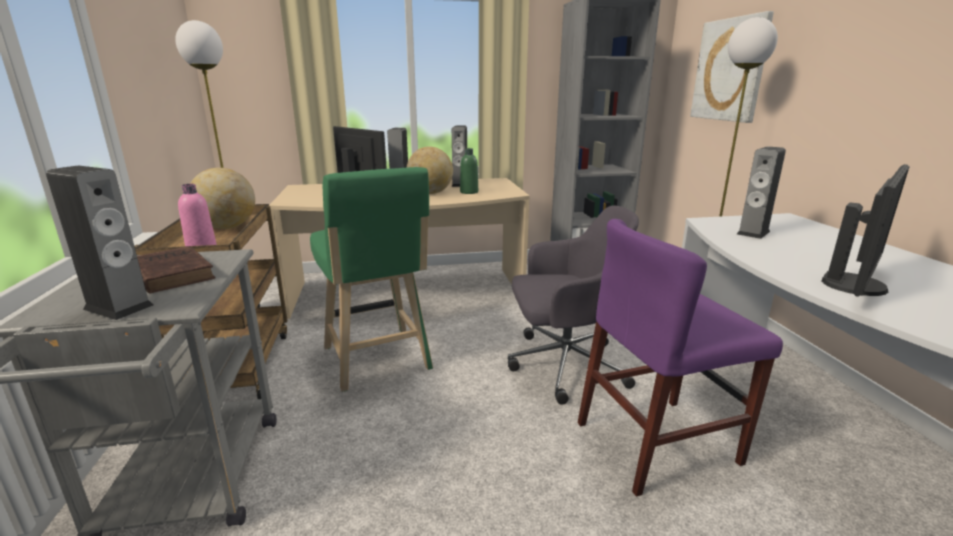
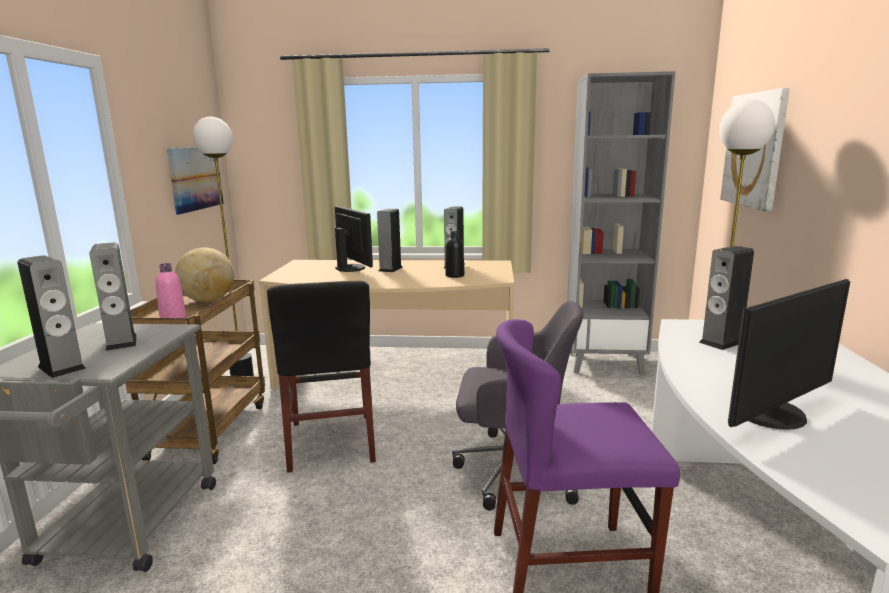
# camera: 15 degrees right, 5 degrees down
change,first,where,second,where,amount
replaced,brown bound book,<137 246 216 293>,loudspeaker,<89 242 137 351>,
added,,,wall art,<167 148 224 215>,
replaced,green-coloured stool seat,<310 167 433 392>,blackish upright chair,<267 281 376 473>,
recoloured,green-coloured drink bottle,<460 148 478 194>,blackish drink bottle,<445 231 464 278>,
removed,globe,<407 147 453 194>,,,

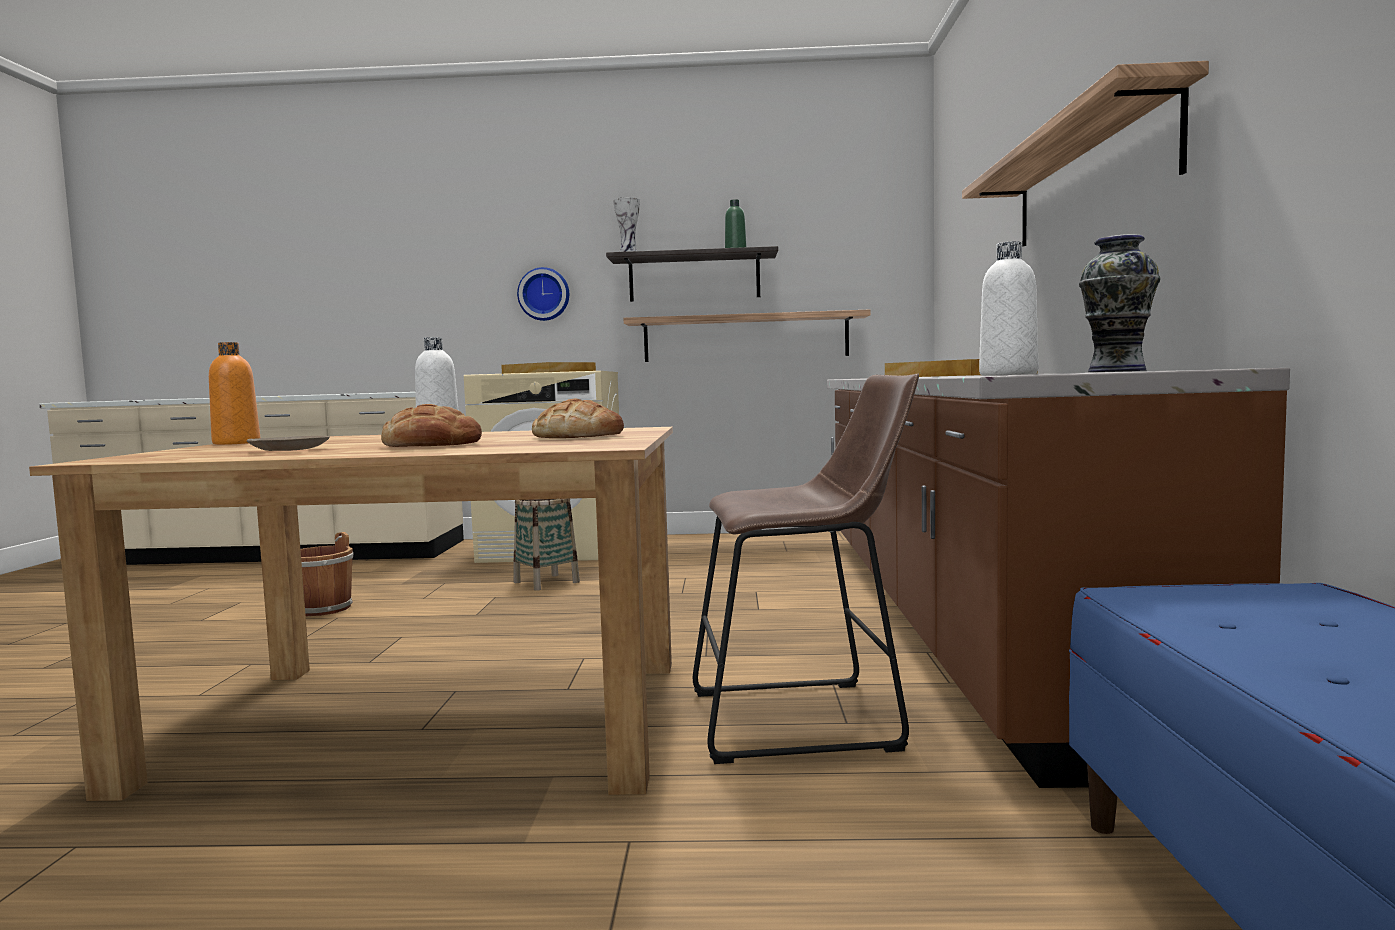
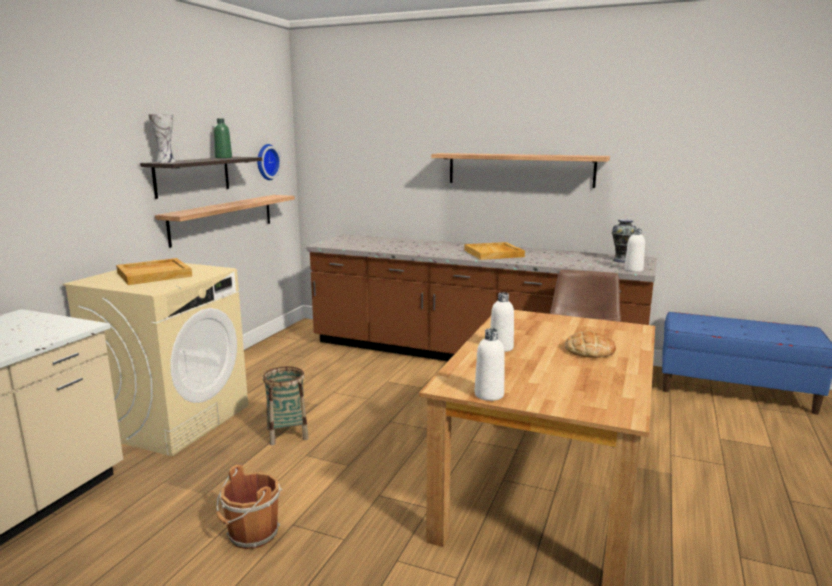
# camera: 70 degrees left, 10 degrees up
change,first,where,second,where,amount
moved,hanging clock,<517 267 569 321>,,<257 144 281 180>,
recoloured,orange-coloured drink bottle,<209 342 260 445>,white drink bottle,<475 328 505 401>,
removed,beige plate,<247 436 330 451>,,,
removed,bread,<532 399 624 438>,,,

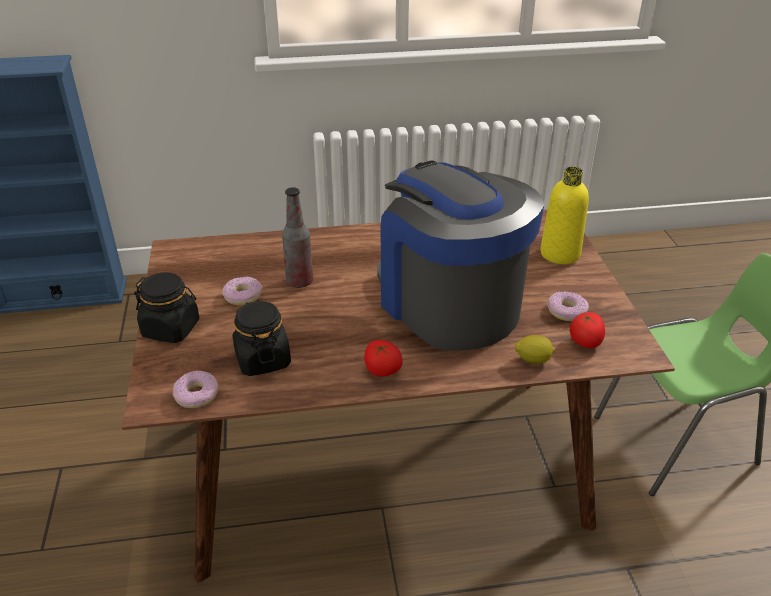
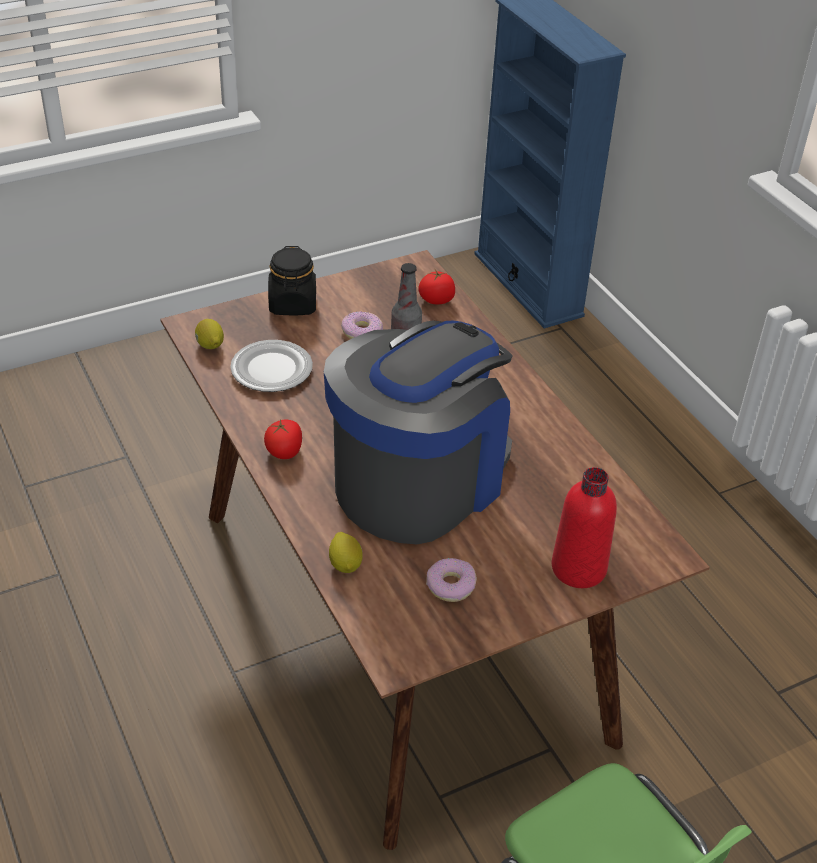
# camera: 70 degrees right, 5 degrees up
change,first,where,second,where,amount
replaced,ring doughnut,<173 371 219 408>,lemon,<195 319 224 349>,
replaced,blackish storage jar,<232 300 291 376>,plate,<230 340 313 392>,
moved,whole tomato,<570 312 605 348>,,<418 270 455 304>,
recoloured,yellow drink bottle,<540 167 589 264>,reddish drink bottle,<552 467 617 588>,

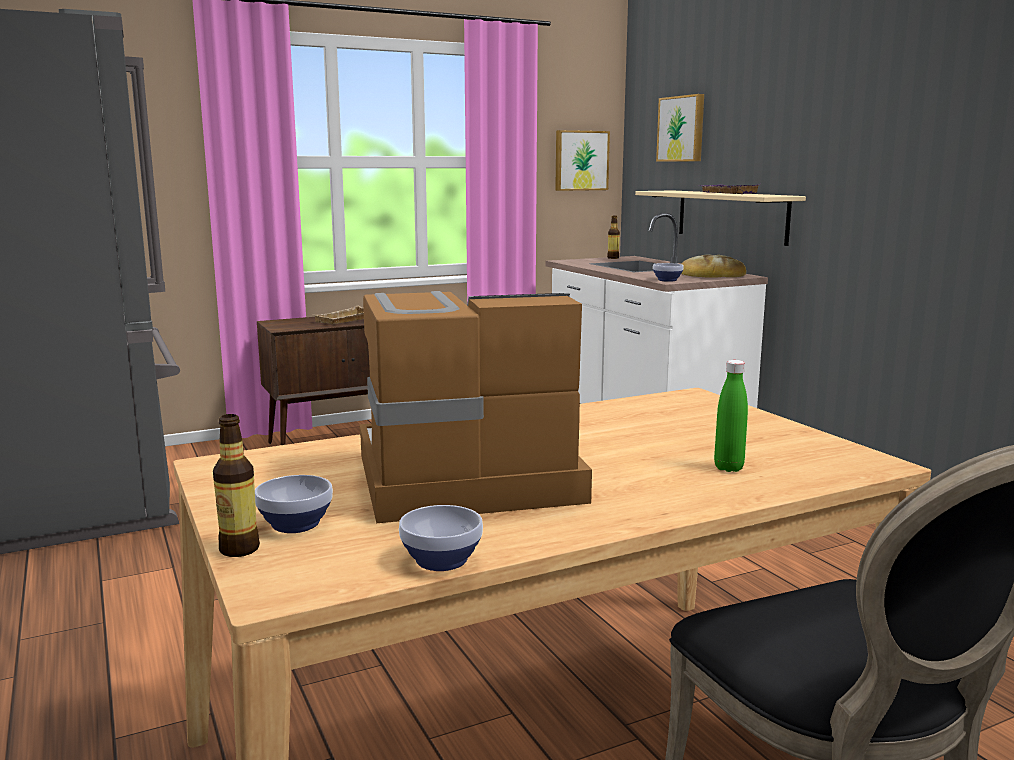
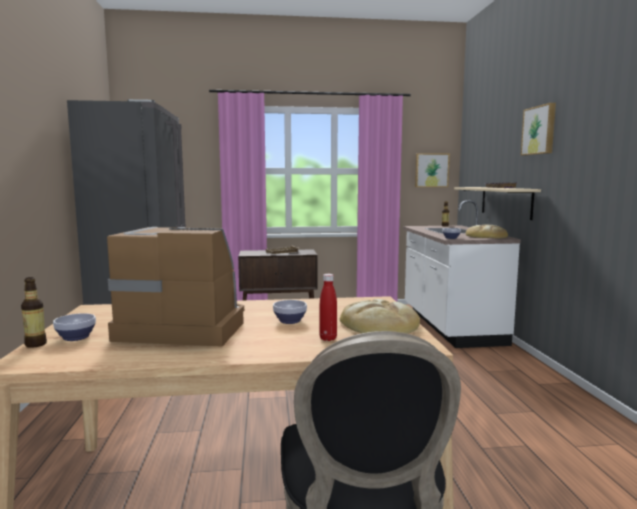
# camera: 20 degrees right, 5 degrees down
change,first,where,second,where,amount
moved,serving bowl,<399 505 483 571>,,<273 300 307 324>,
recoloured,green-coloured drink bottle,<714 360 748 472>,reddish drink bottle,<319 274 337 341>,
added,,,bread,<340 299 420 333>,
moved,wall art,<656 94 704 162>,,<521 103 556 156>,

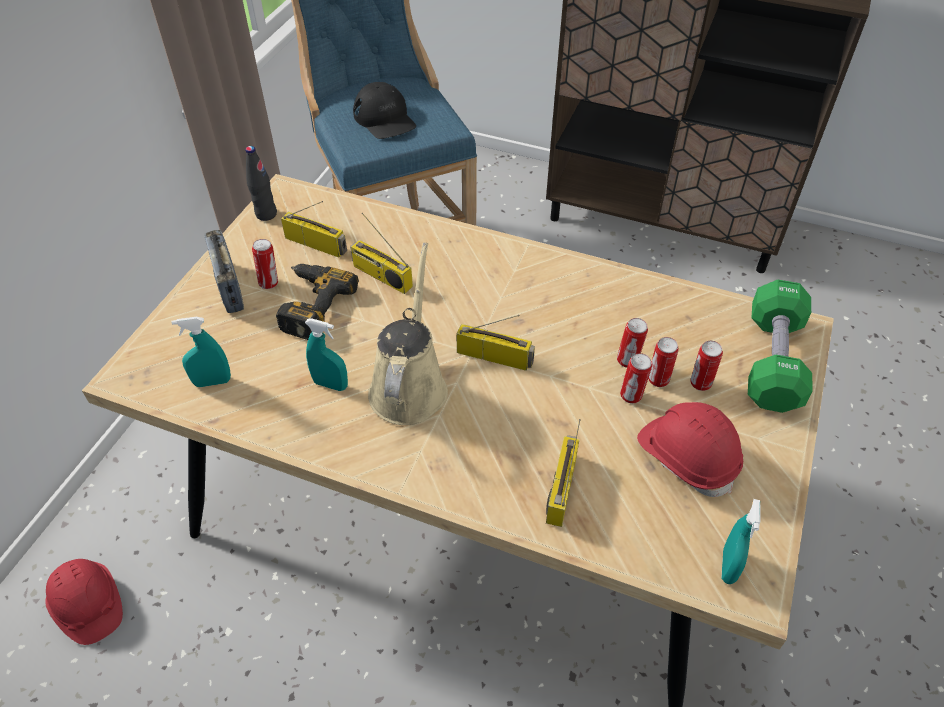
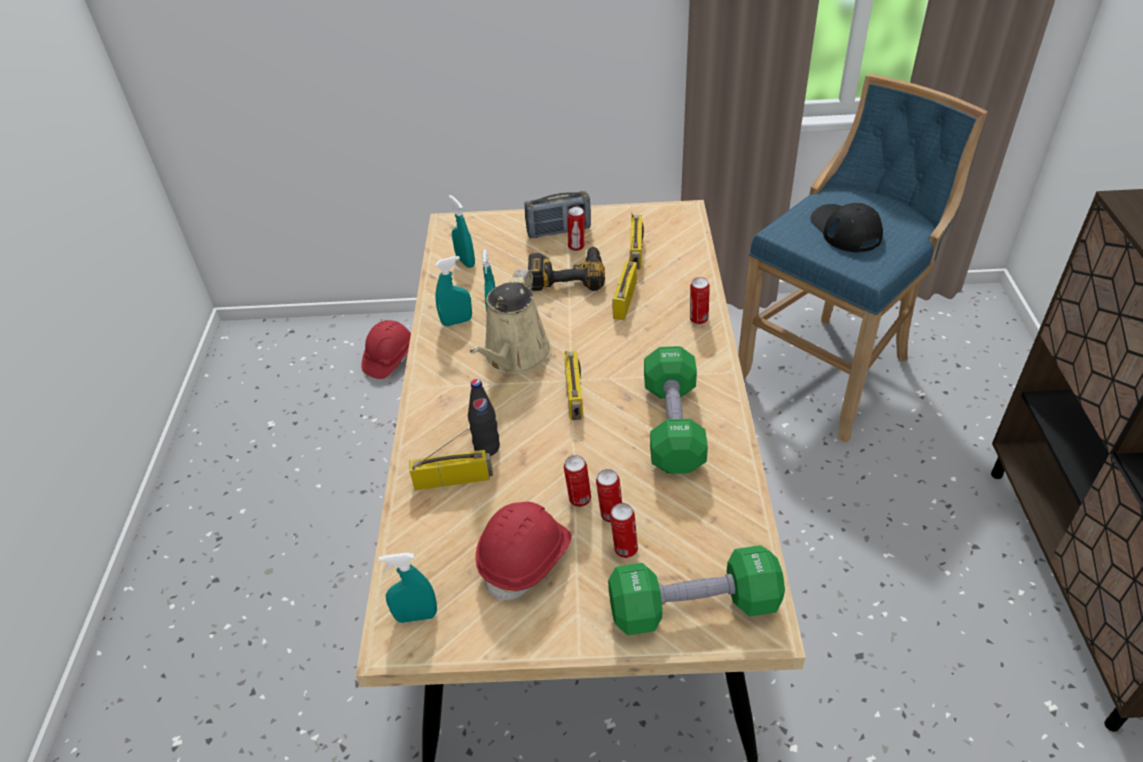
# camera: 70 degrees right, 5 degrees down
change,first,where,second,where,amount
added,,,turquoise-coloured sprayer,<435 256 472 326>,
moved,blackish drink bottle,<245 146 277 221>,,<468 379 500 456>,
turned,beige watering pot,<368 243 448 425>,,<470 269 552 375>,120 degrees clockwise
turned,radio,<204 230 244 313>,,<525 191 591 238>,150 degrees counterclockwise
added,,,green-coloured hand weight,<644 346 708 474>,
moved,sealed can,<617 318 648 368>,,<690 277 710 324>,
turned,blackish peaked cap,<353 82 416 139>,,<810 203 883 253>,120 degrees clockwise

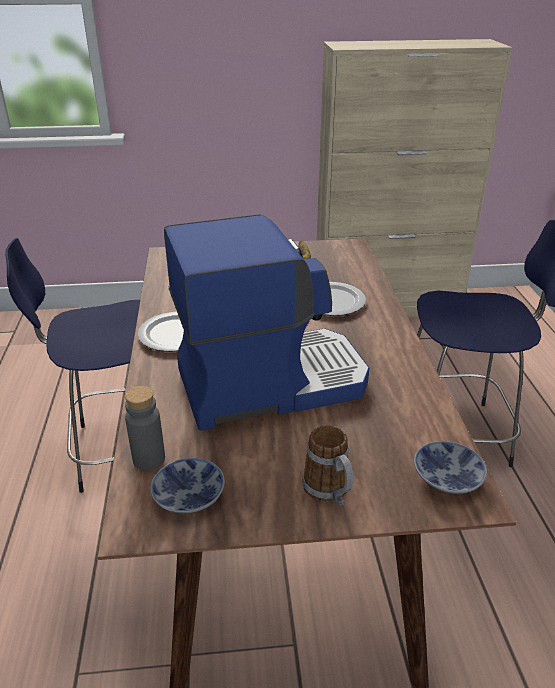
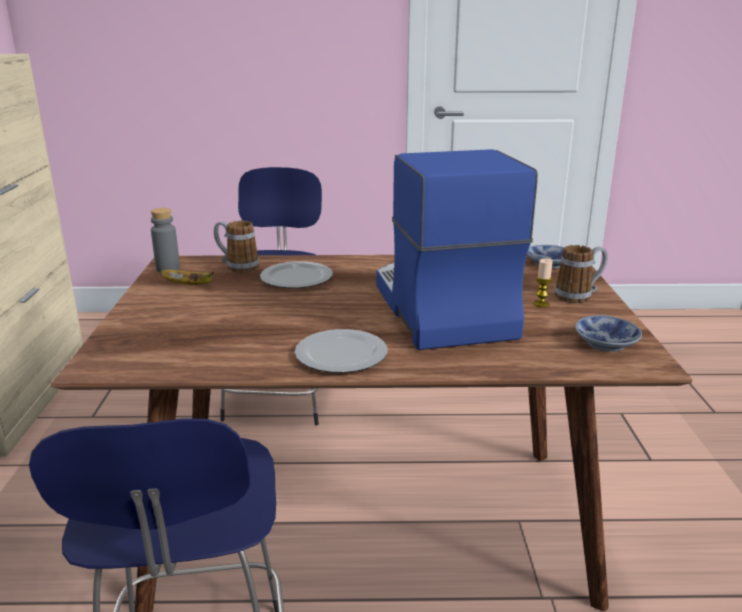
# camera: 85 degrees left, 10 degrees down
change,first,where,second,where,amount
moved,grey drink bottle,<125 386 165 470>,,<151 208 180 272>,
added,,,mug,<214 221 259 273>,
added,,,wax candle,<533 259 553 307>,

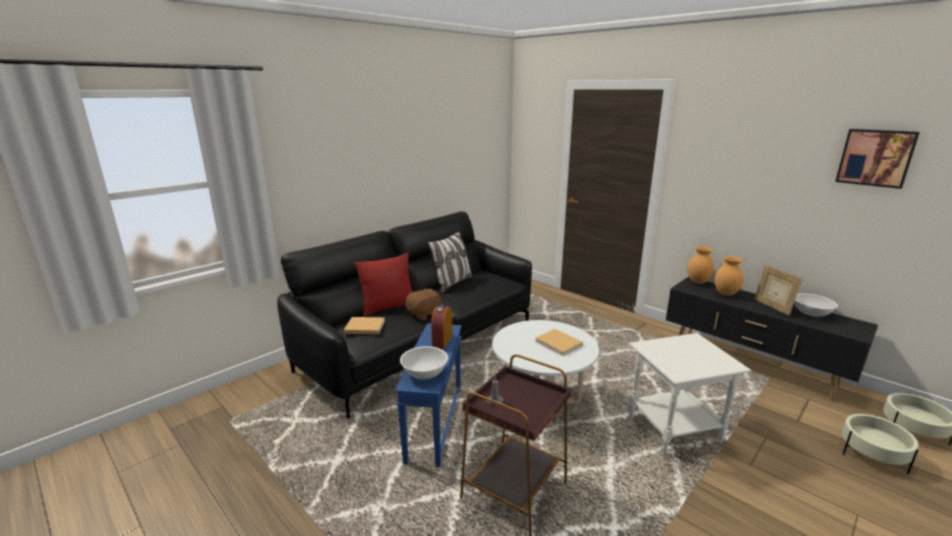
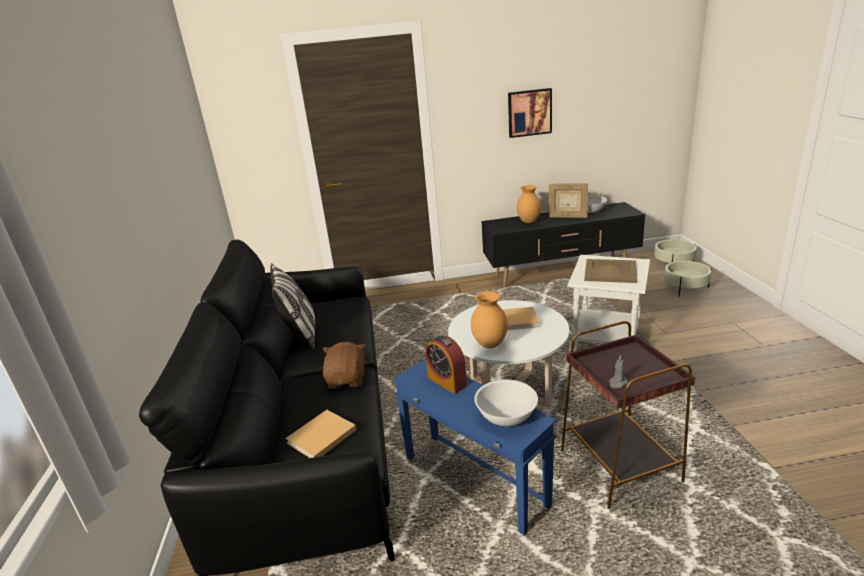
# camera: 50 degrees left, 5 degrees up
change,first,where,second,where,amount
moved,brown vase,<687 246 714 284>,,<471 291 508 348>,
moved,wall art,<835 129 920 189>,,<508 88 552 138>,
added,,,beige serving tray,<584 259 637 283>,
removed,reddish cushion,<354 253 413 316>,,,

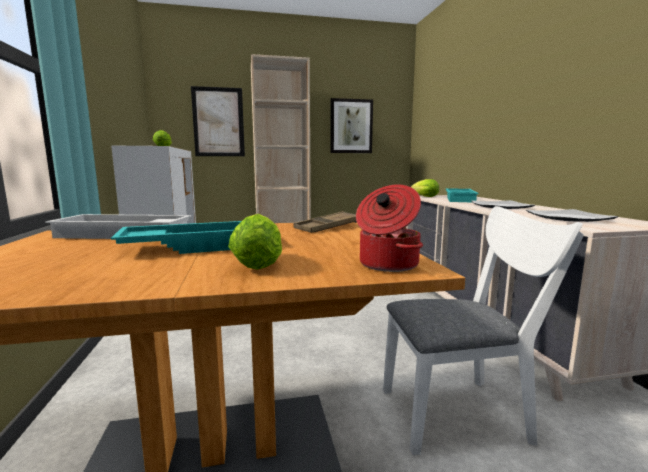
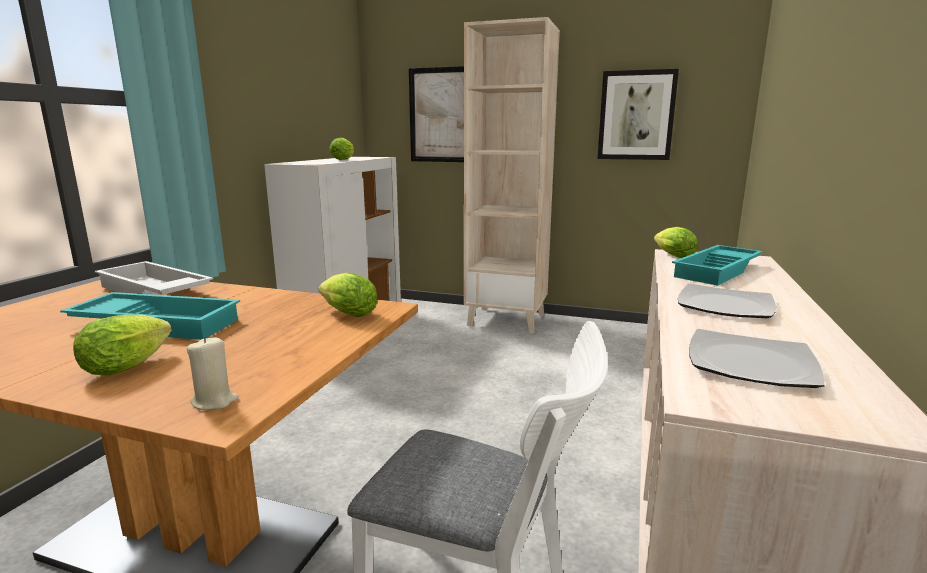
# camera: 30 degrees right, 5 degrees up
change,first,where,second,where,amount
replaced,saucepot,<356 184 423 272>,beige wax candle,<187 336 239 410>,
replaced,brown serving tray,<293 211 357 233>,head of lettuce,<318 273 378 317>,

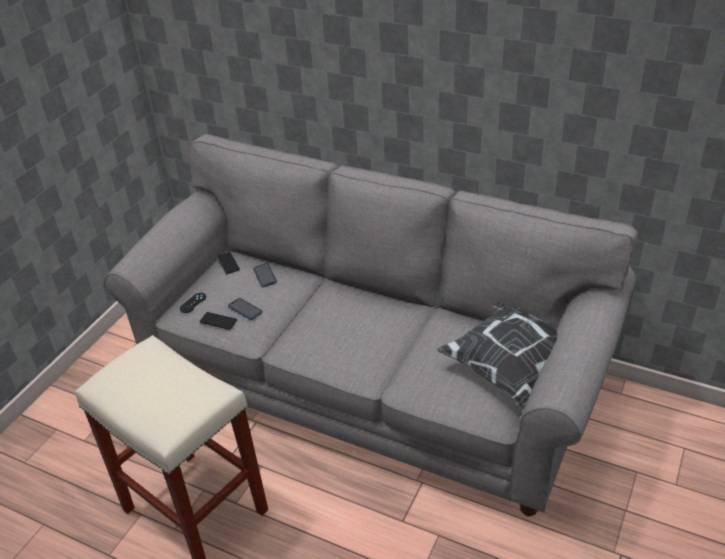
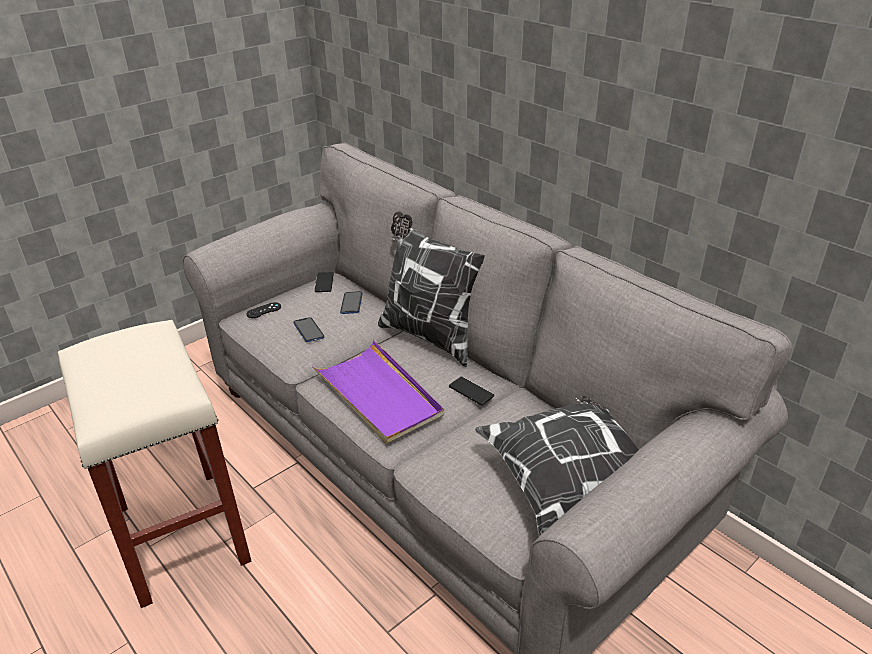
# camera: 20 degrees right, 5 degrees down
change,first,where,second,where,amount
added,,,purple-coloured serving tray,<312 340 444 444>,
added,,,cushion,<378 211 485 367>,
moved,handset,<200 312 237 330>,,<449 377 494 405>,

